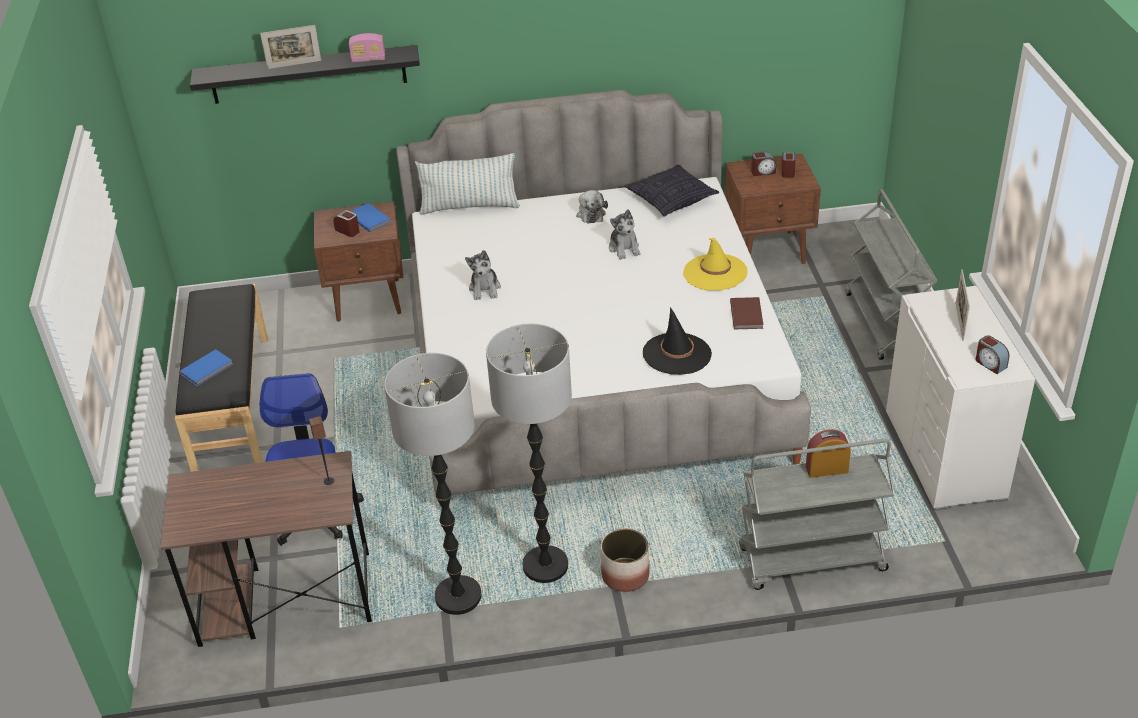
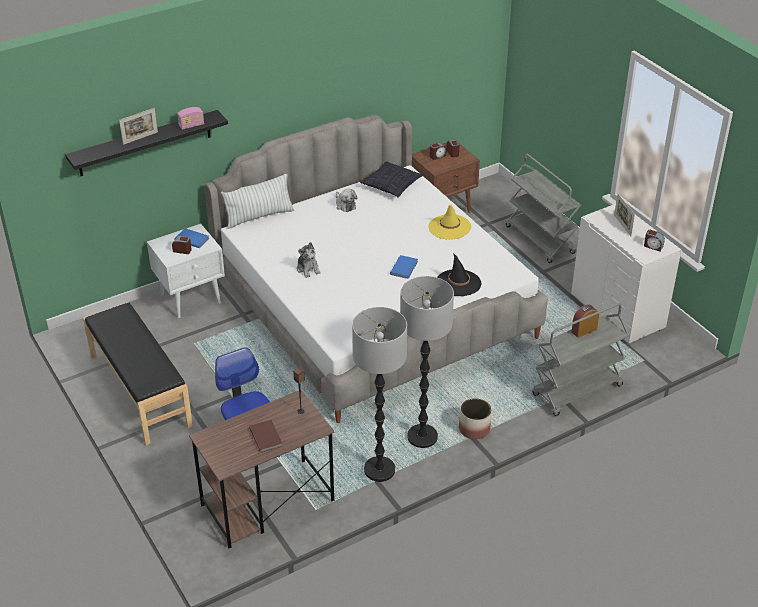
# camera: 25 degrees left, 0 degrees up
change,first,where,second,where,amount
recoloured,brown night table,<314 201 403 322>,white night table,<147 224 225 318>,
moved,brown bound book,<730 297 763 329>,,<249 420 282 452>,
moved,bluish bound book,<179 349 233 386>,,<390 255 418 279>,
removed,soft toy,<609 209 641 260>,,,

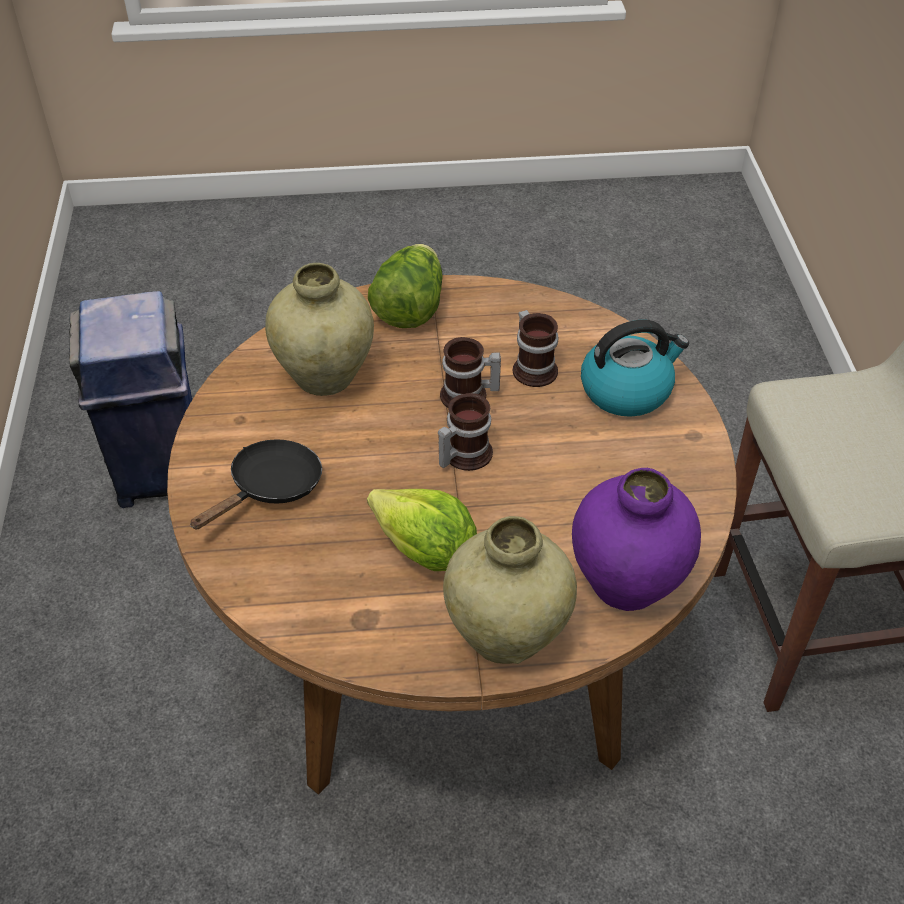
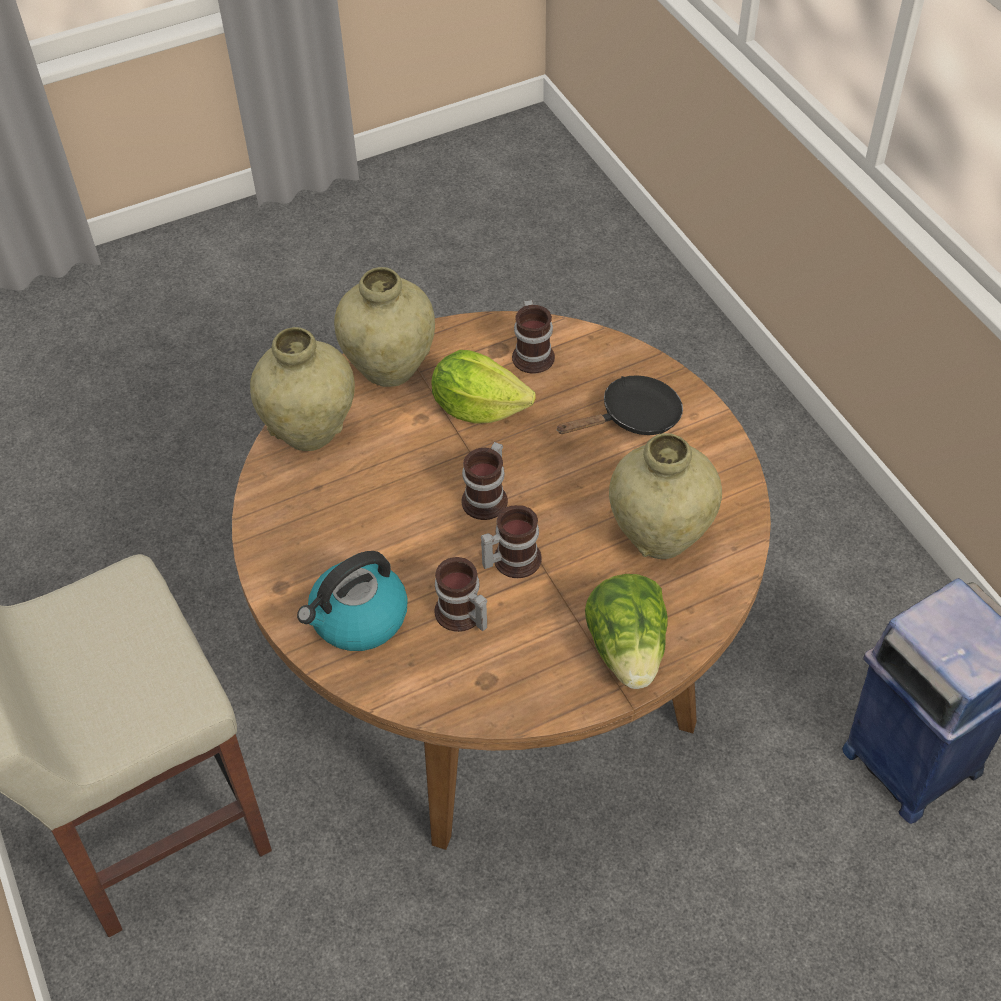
# camera: 160 degrees right, 5 degrees up
change,first,where,second,where,amount
recoloured,purple-coloured vase,<572 468 701 611>,beige vase,<250 327 355 451>,
added,,,mug,<512 300 555 374>,
turned,blackish frying pan,<190 439 322 529>,,<556 376 683 435>,135 degrees counterclockwise

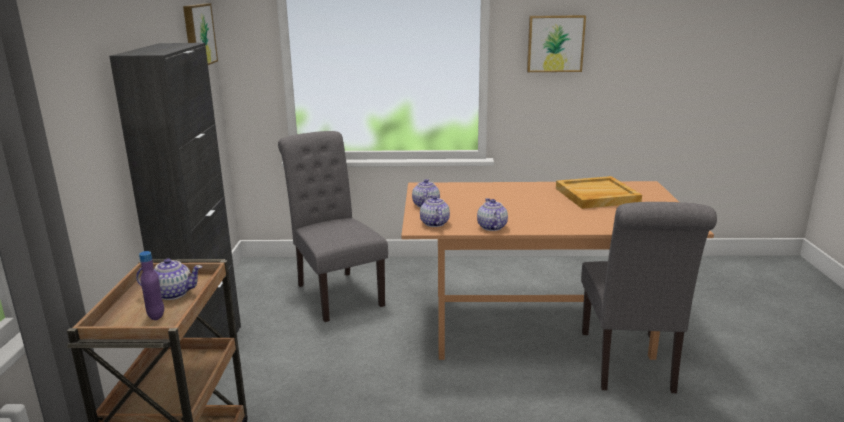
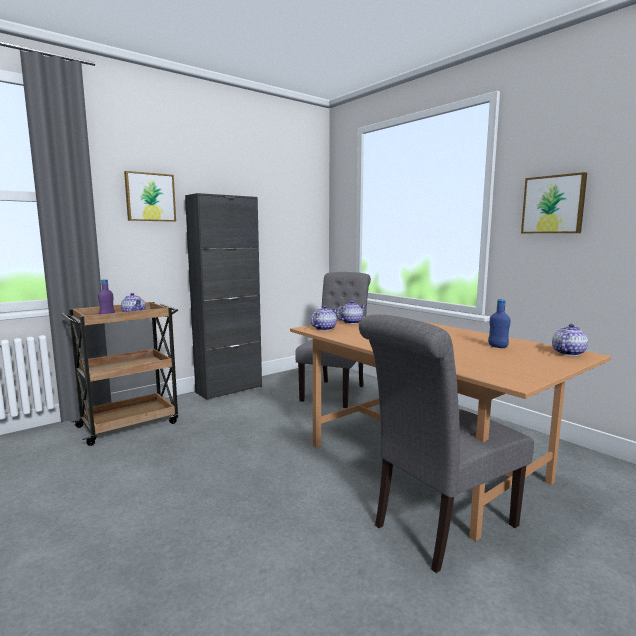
# camera: 50 degrees right, 10 degrees down
change,first,where,second,where,amount
moved,wall art,<183 3 218 65>,,<124 171 176 222>,
replaced,beige serving tray,<556 176 642 209>,bluish drink bottle,<488 299 510 348>,
moved,teapot,<477 198 508 231>,,<552 324 588 356>,

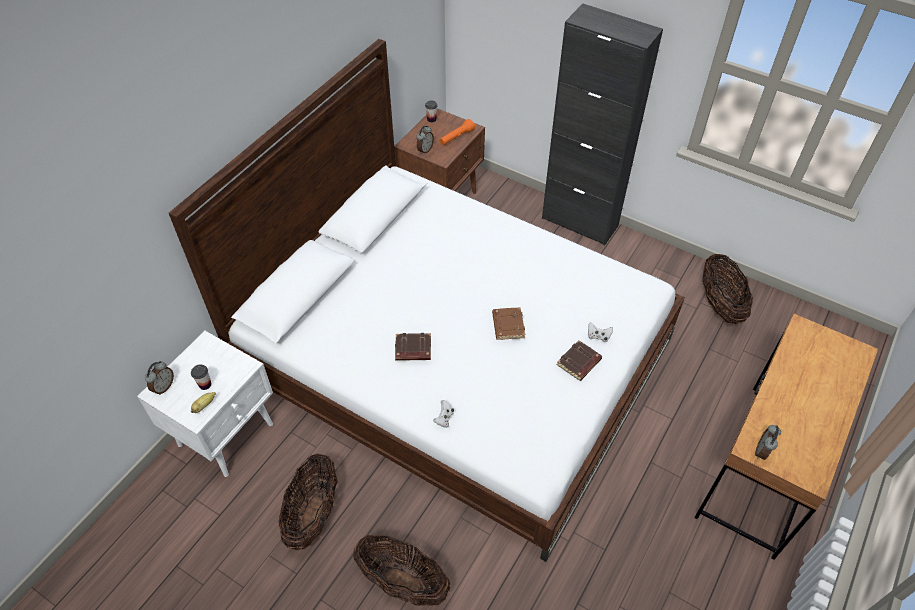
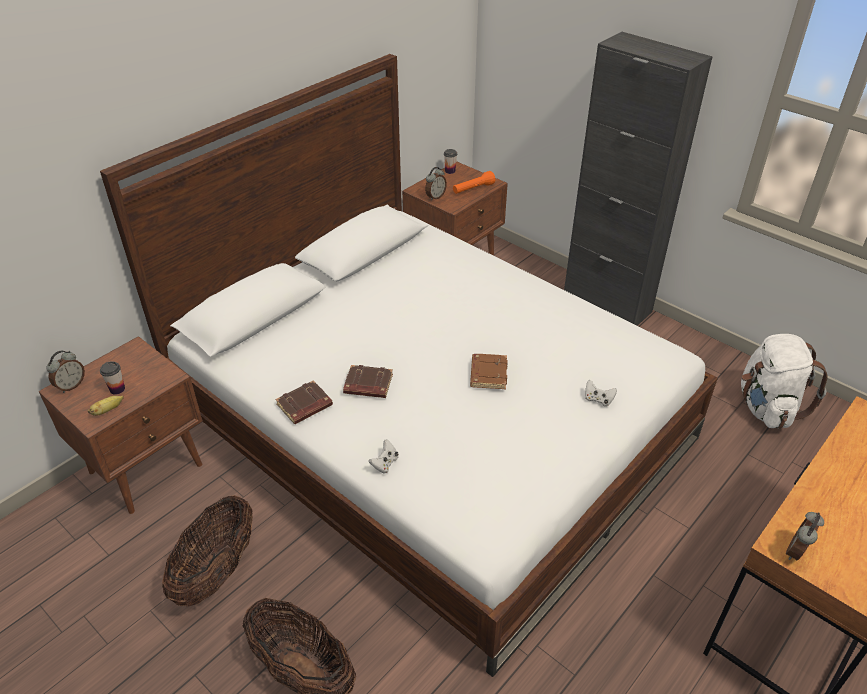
# camera: 10 degrees right, 10 degrees down
change,first,where,second,where,amount
recoloured,white night table,<137 331 273 477>,brown night table,<39 336 203 514>,
moved,brown bound book,<557 340 602 381>,,<275 381 333 424>,
replaced,storage basket,<703 254 753 324>,white rucksack,<741 334 828 429>,

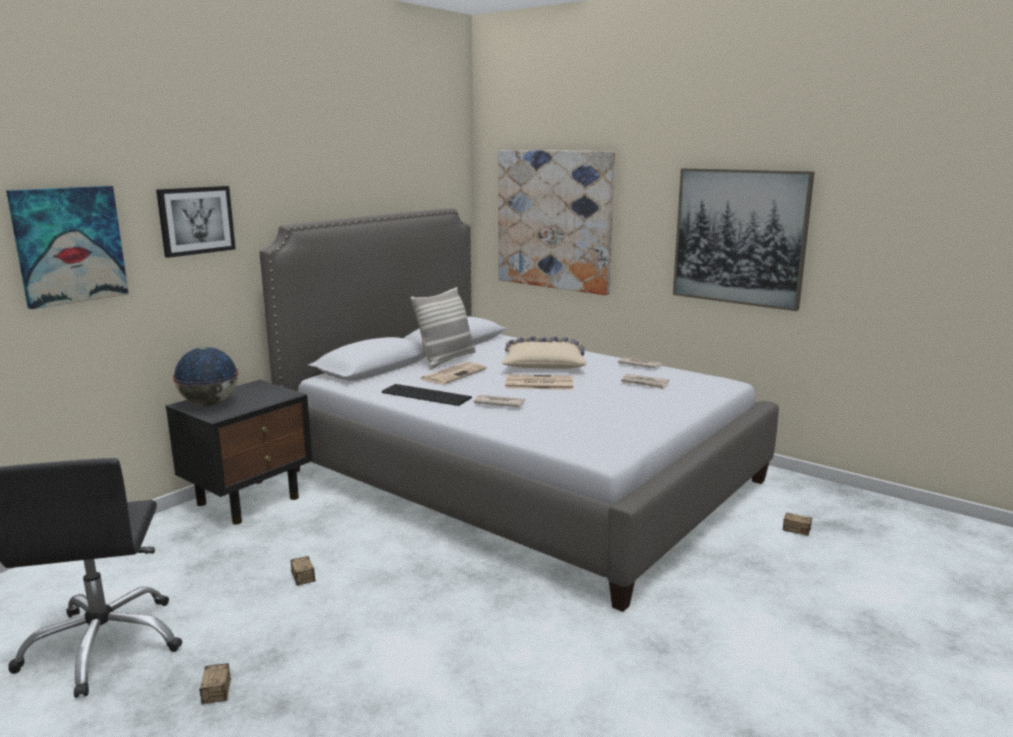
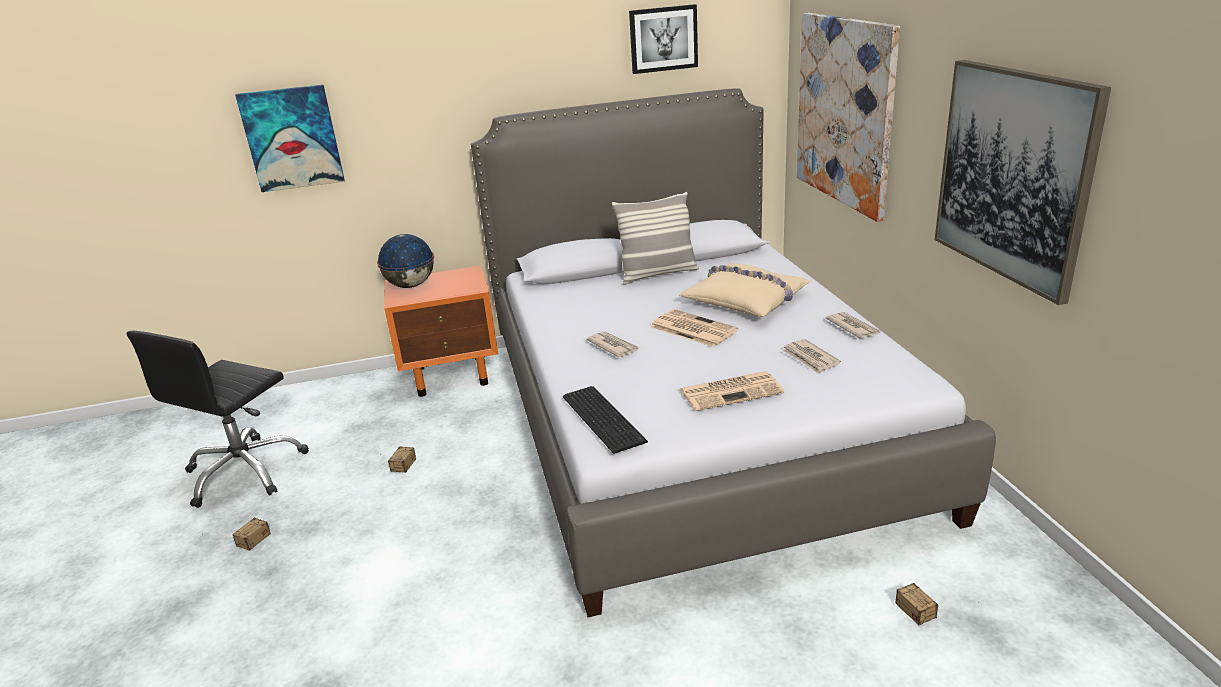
# camera: 40 degrees right, 10 degrees up
change,first,where,second,where,amount
recoloured,blackish night table,<166 380 312 525>,orange-coloured night table,<384 266 498 397>,
moved,PC keyboard,<382 384 472 406>,,<563 386 648 454>,
moved,wall art,<156 186 236 258>,,<629 4 698 74>,
moved,newspaper,<421 362 487 385>,,<680 371 784 411>,

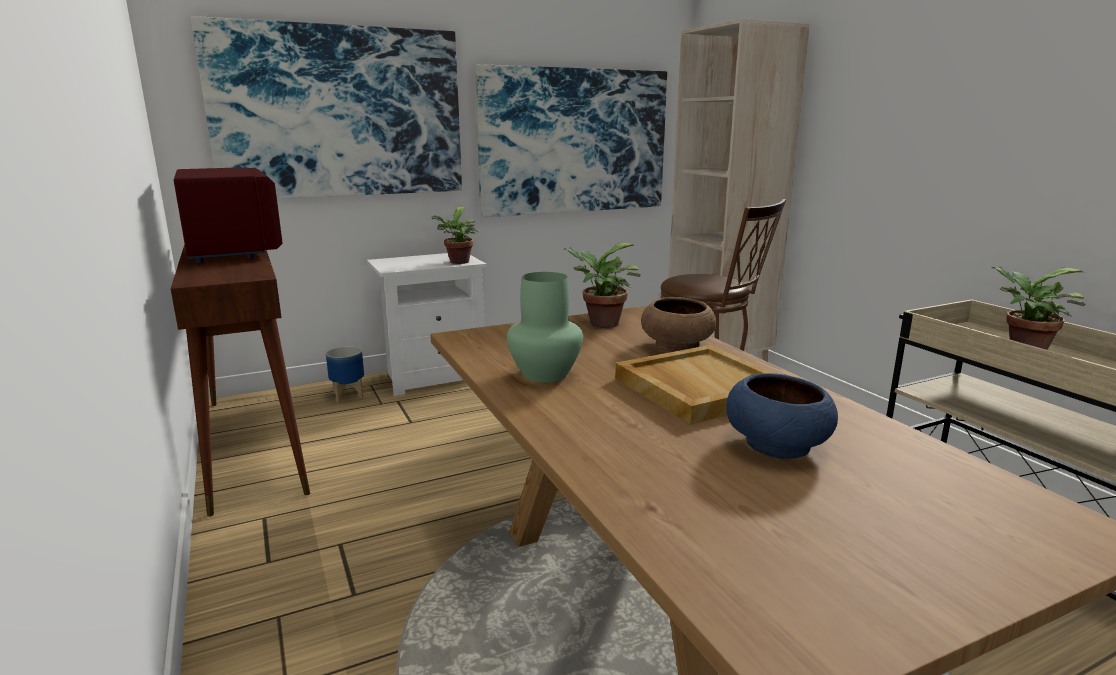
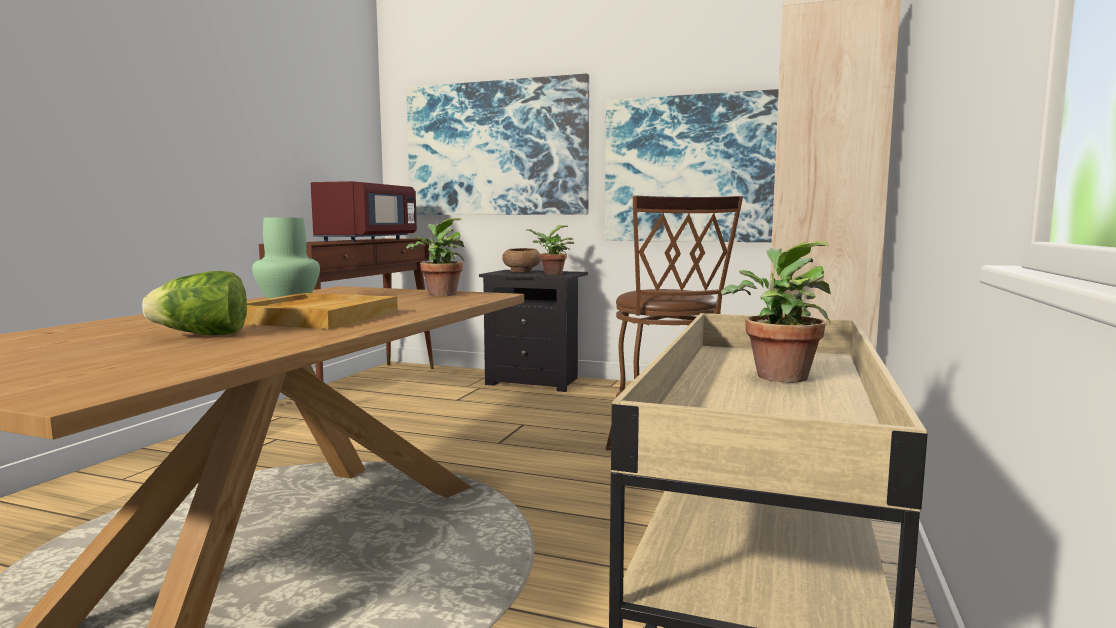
# camera: 45 degrees right, 10 degrees down
change,first,where,second,where,amount
replaced,bluish serving bowl,<726 373 838 459>,head of lettuce,<142 271 247 335>,
recoloured,white night table,<367 253 487 396>,blackish night table,<479 270 588 392>,
moved,brown serving bowl,<641 297 716 352>,,<502 248 541 272>,
removed,planter,<326 346 364 402>,,,

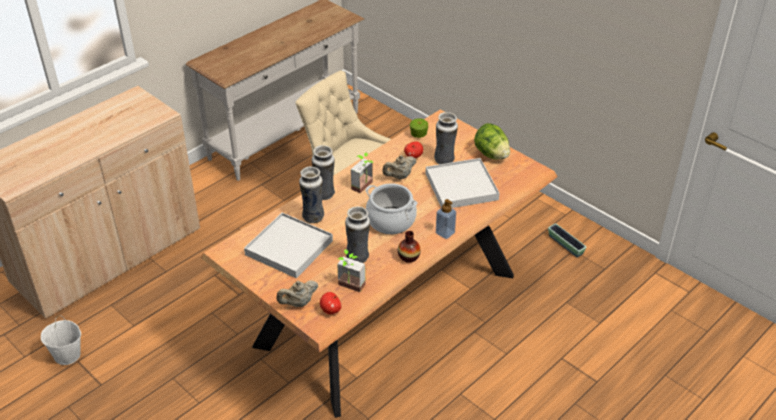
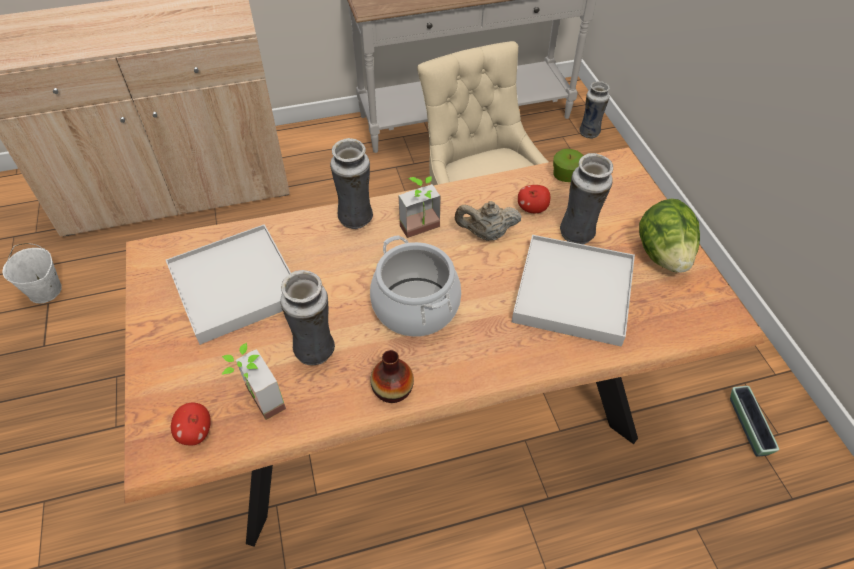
# camera: 30 degrees right, 10 degrees up
change,first,where,second,where,amount
moved,vase,<299 166 324 223>,,<579 81 610 139>,
removed,beige teapot,<277 280 318 307>,,,
removed,soap dispenser,<436 199 456 239>,,,

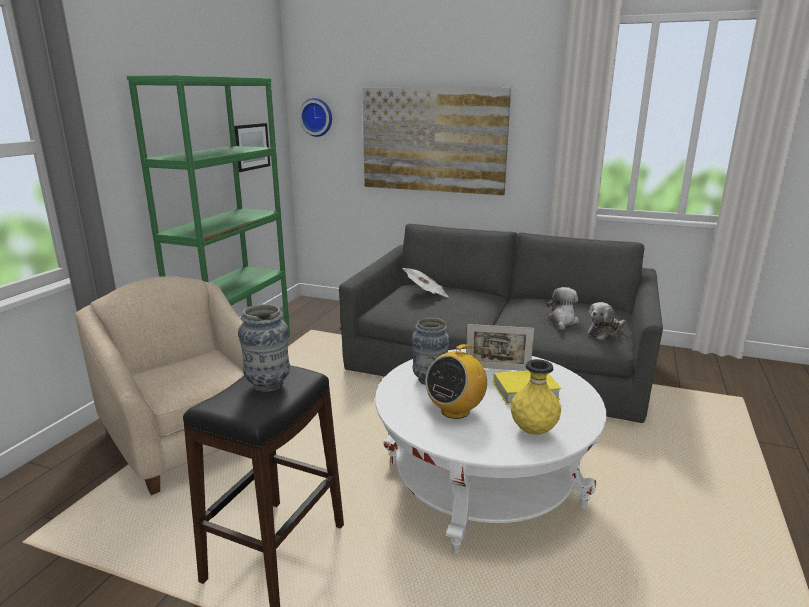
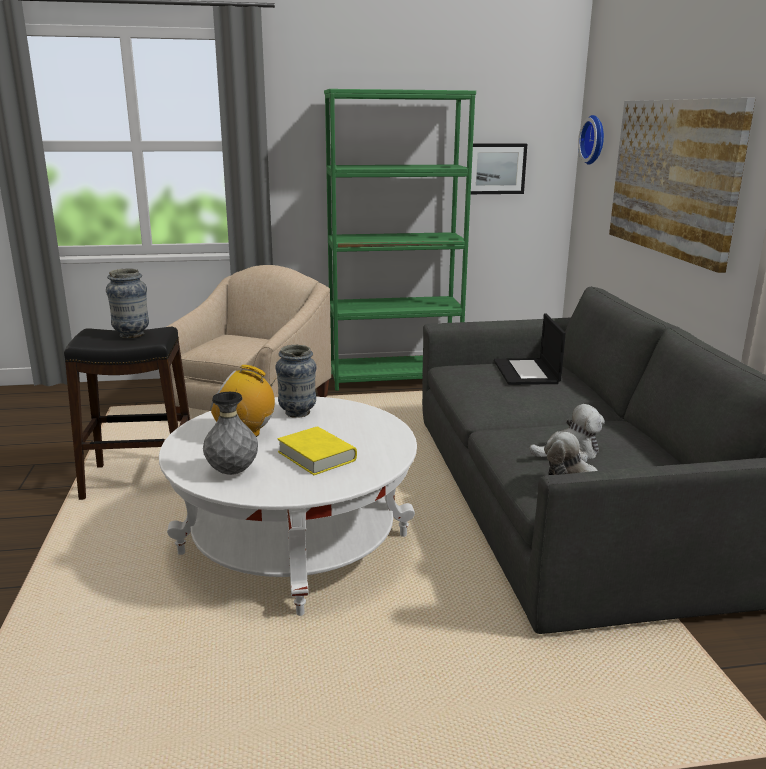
# camera: 60 degrees right, 0 degrees up
change,first,where,second,where,amount
recoloured,yellow vase,<511 359 561 435>,grey vase,<203 392 258 475>,
replaced,newspaper,<403 268 449 297>,laptop,<494 314 566 385>,
removed,standing frame,<466 324 534 371>,,,

